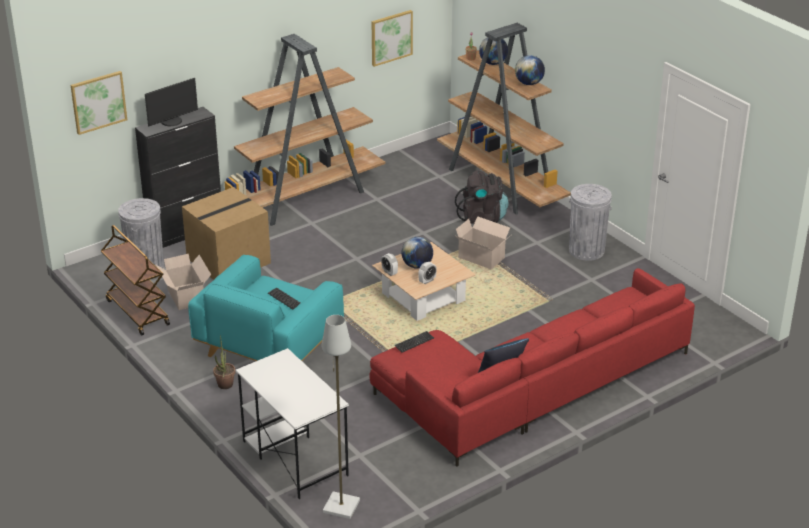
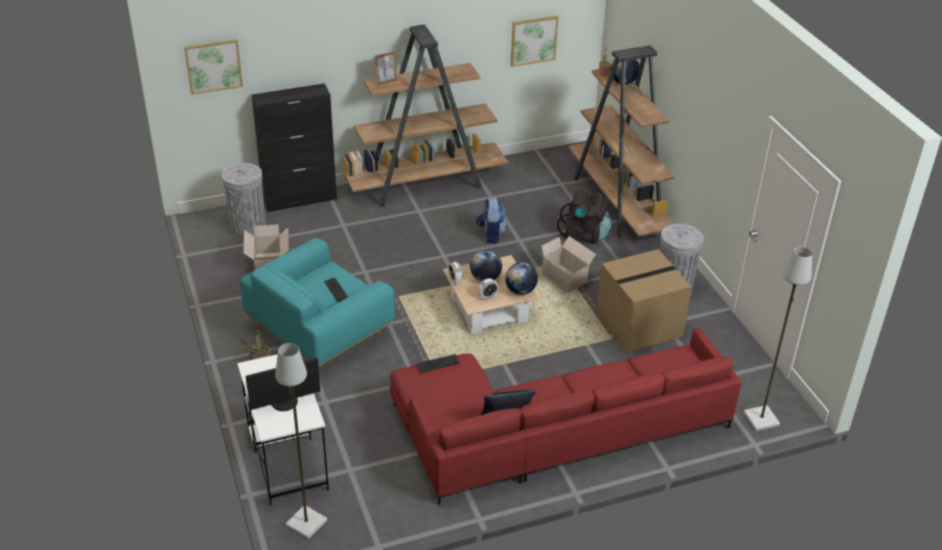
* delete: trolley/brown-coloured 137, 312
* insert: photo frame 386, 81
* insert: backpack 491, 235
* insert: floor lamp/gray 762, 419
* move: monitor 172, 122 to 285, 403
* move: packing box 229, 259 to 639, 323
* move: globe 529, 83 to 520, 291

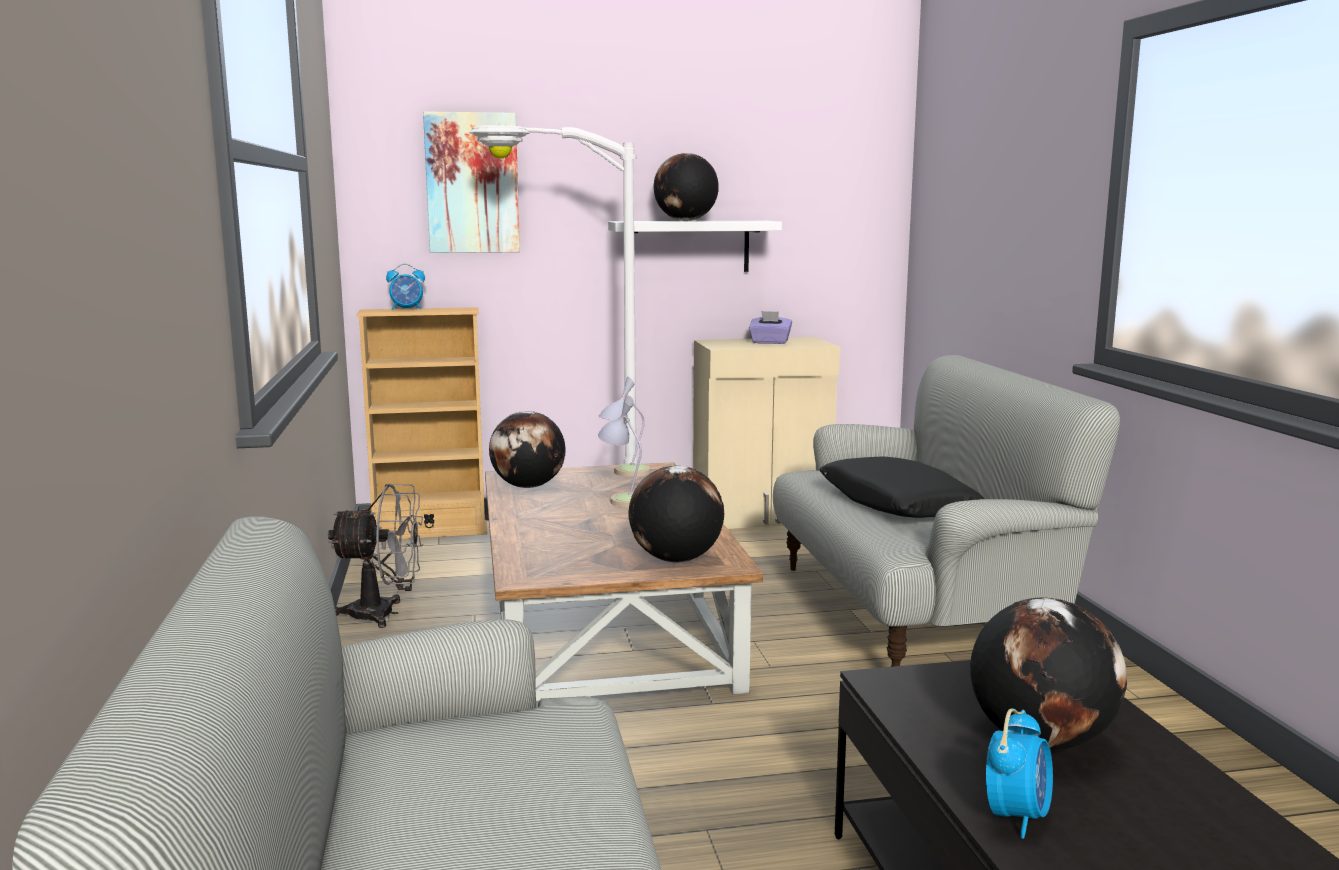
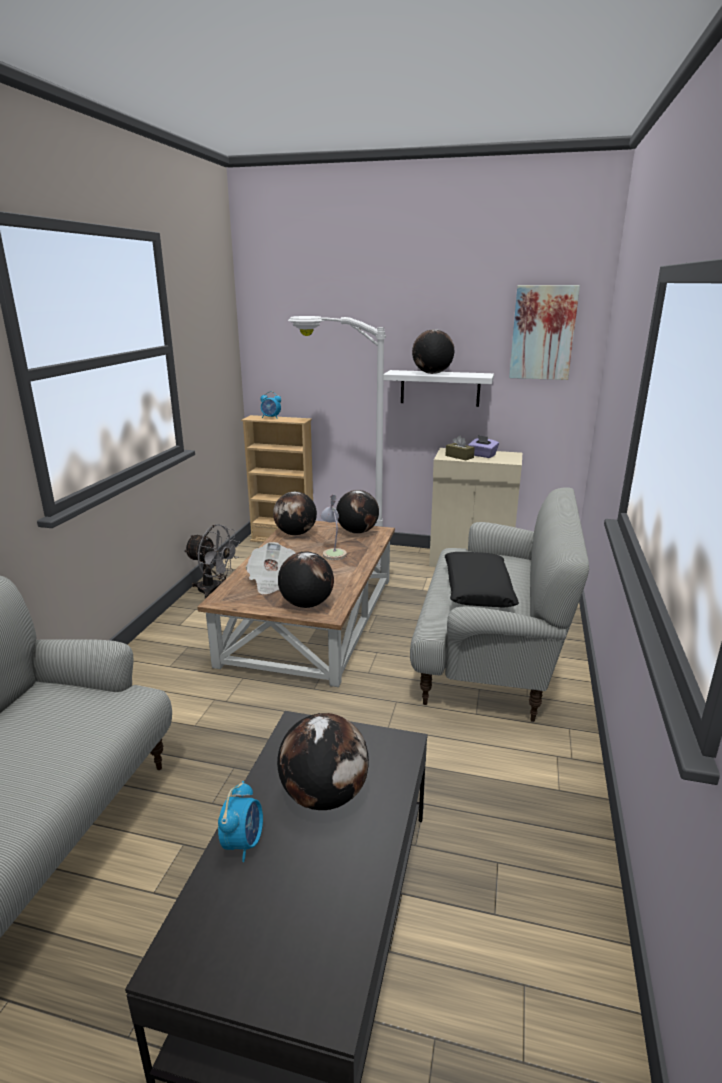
* insert: newspaper 272, 581
* insert: box of tissues/brown-coloured 459, 456
* move: wall picture 472, 183 to 543, 333
* replace: lamp for a table 625, 473 to globe 357, 532
* rotate: table clock 1017, 816 = 243, 843 45 degrees counterclockwise

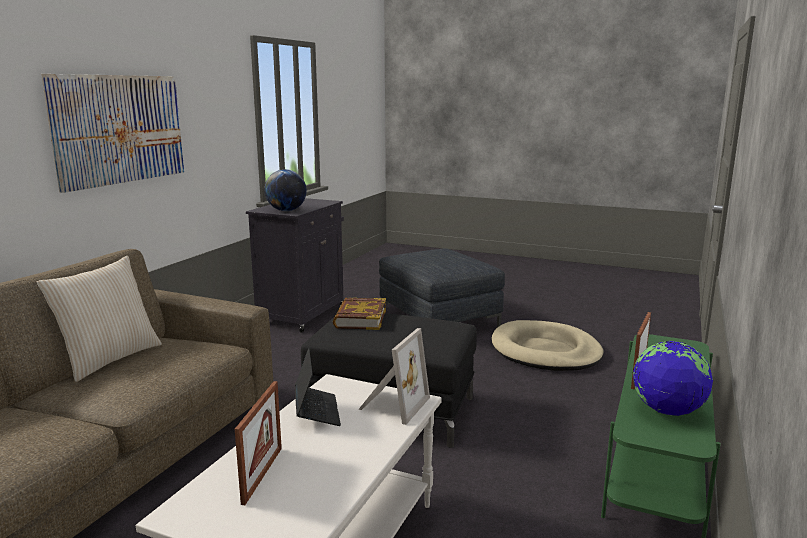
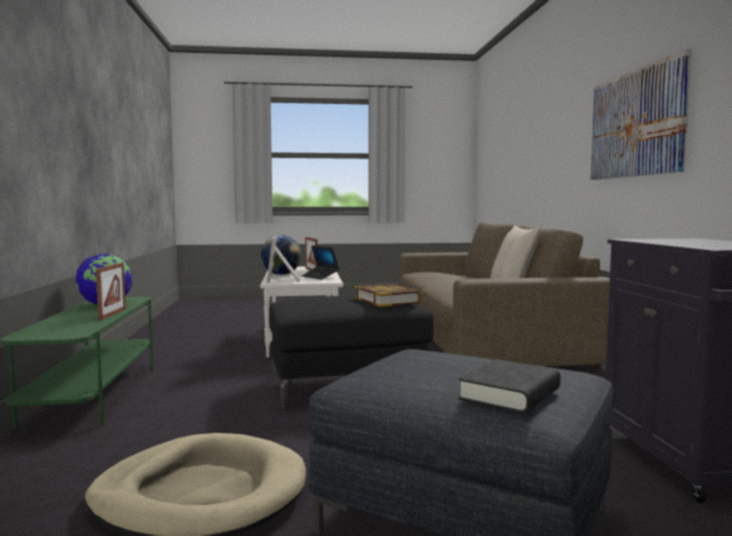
* insert: book/black-coloured 510, 394
* move: globe 286, 210 to 281, 274

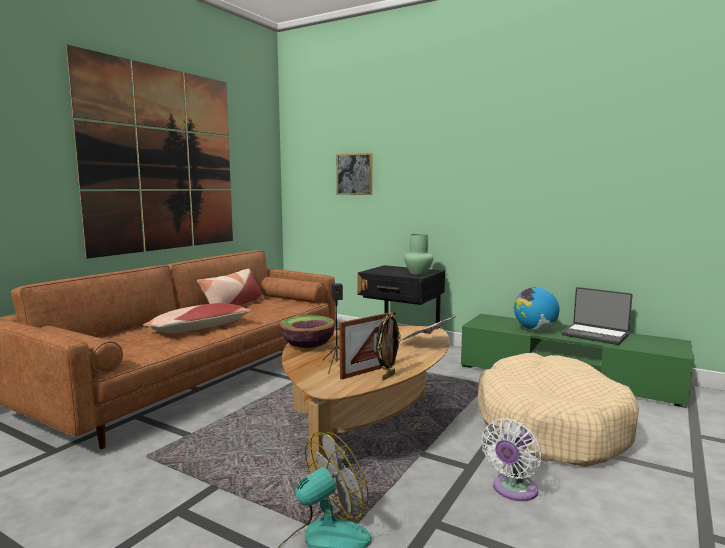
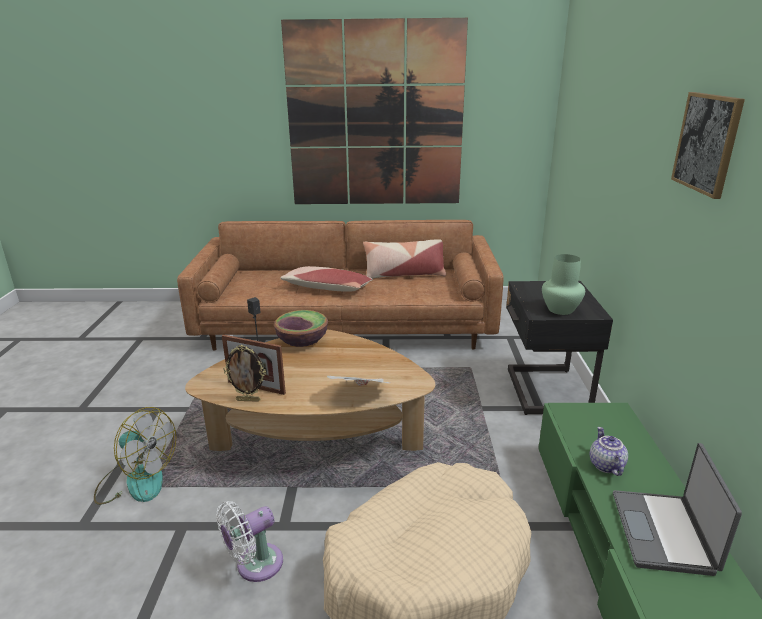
* move: wall picture 354, 174 to 707, 143
* replace: globe 535, 330 to teapot 605, 465
* rotate: electric fan/white-coloured 513, 490 = 255, 565 45 degrees counterclockwise

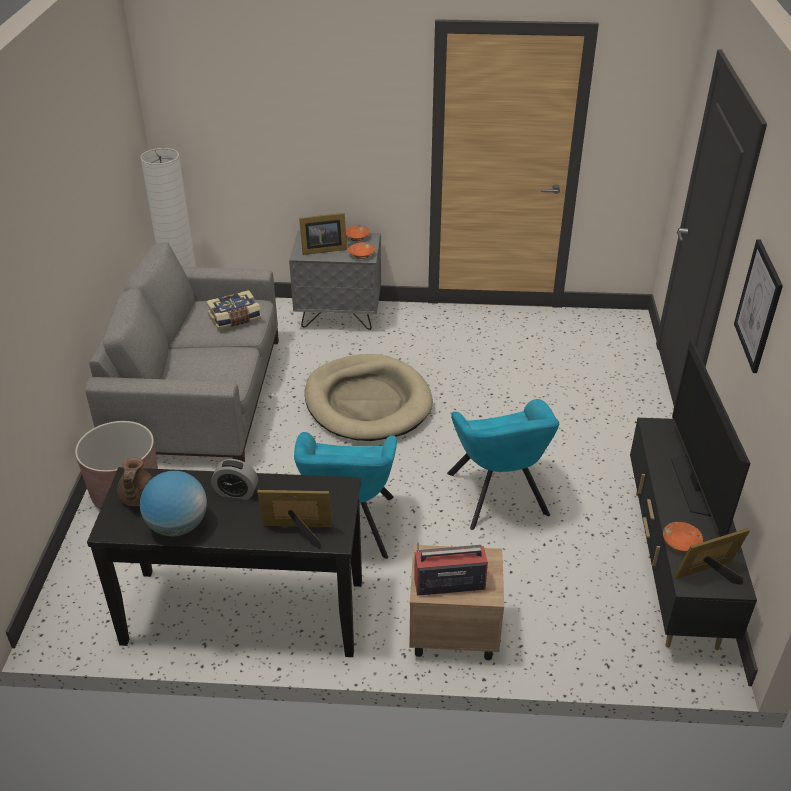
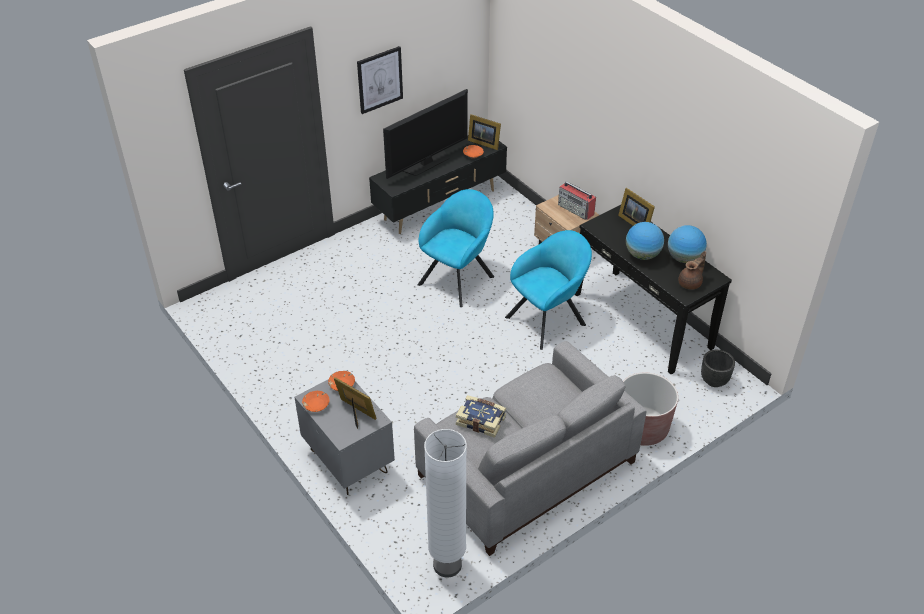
* delete: dog bed/beige-coloured 367, 402
* insert: plant pot/black-coloured 714, 381
* replace: table clock 236, 492 to globe 642, 255

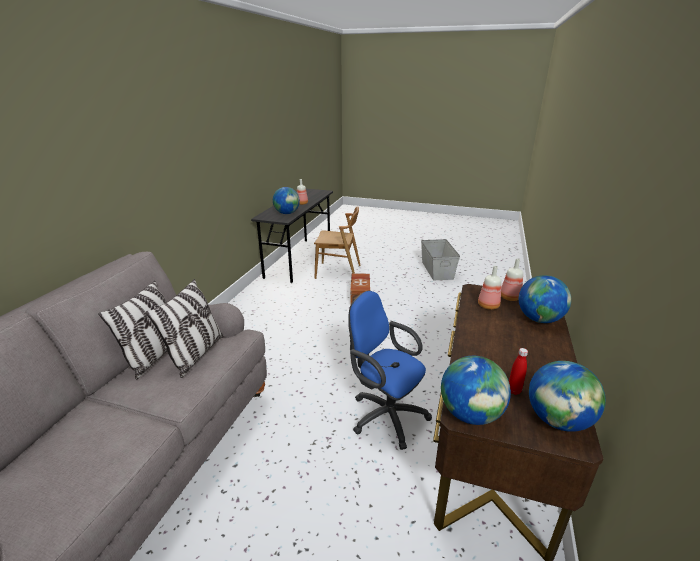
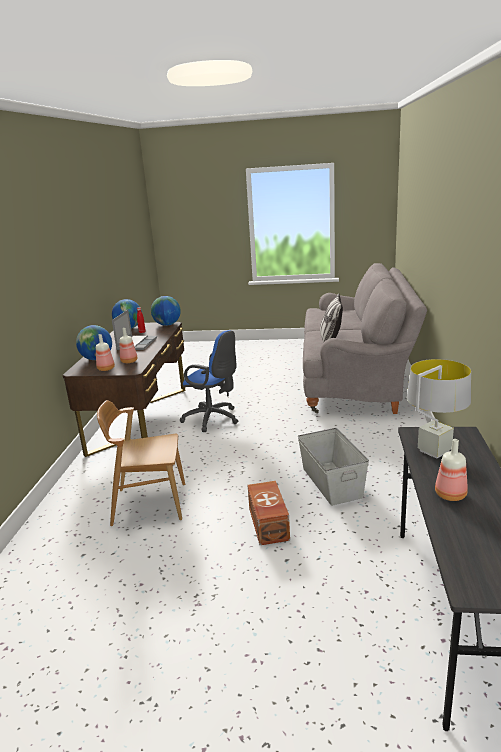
* delete: cushion 155, 355
* insert: portable computer 136, 344
* move: chair/brown-coloured 338, 272 to 149, 504
* move: storage box/gray 437, 270 to 331, 482
* replace: globe 287, 213 to lamp for a table/gray 434, 451

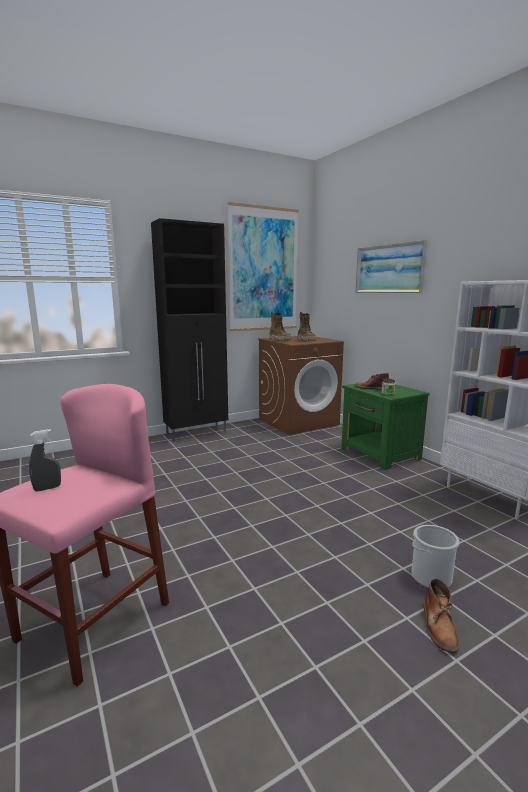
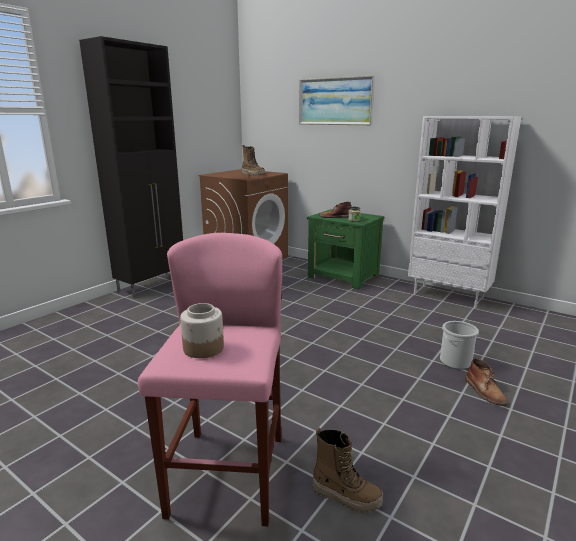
* delete: wall picture 263, 270
* move: boot 279, 340 to 346, 496
* replace: hand sprayer/gray 47, 488 to jar 204, 348

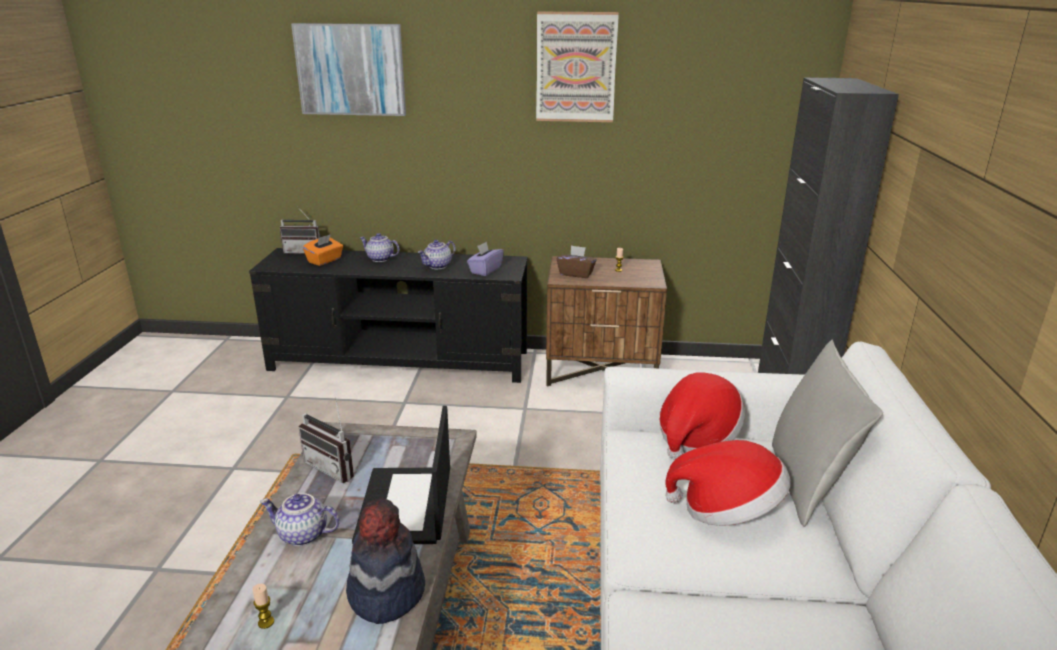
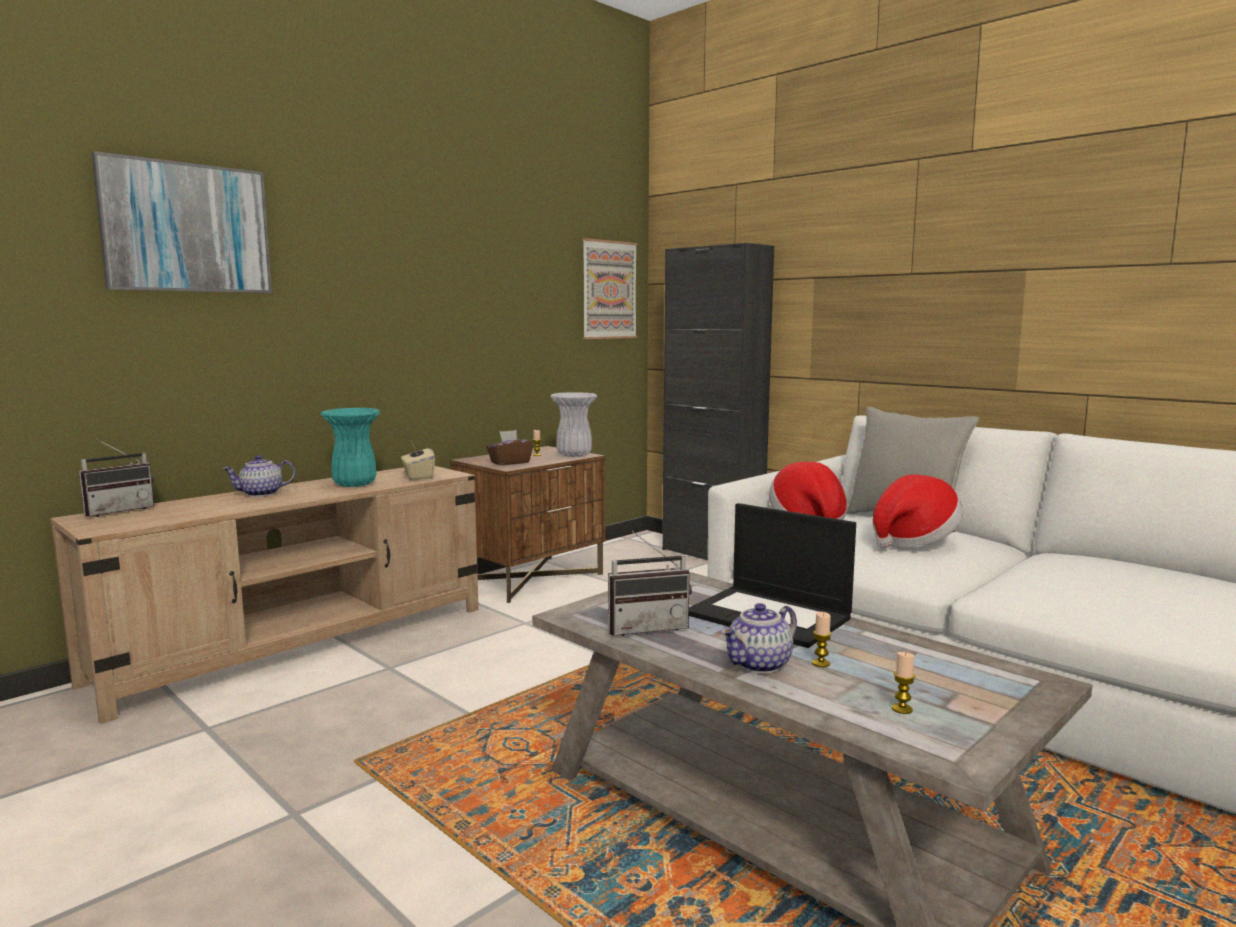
* delete: box of tissues/orangey 325, 260
* delete: hat 385, 592
* insert: decorative vase/white-coloured 573, 455
* insert: wax candle 821, 663
* move: wall picture 576, 67 to 608, 290
* replace: teapot 438, 266 to decorative vase/turquoise-coloured 355, 484
* recolor: media console/black-coloured 400, 361 to media console/beige-coloured 300, 643
* recolor: box of tissues/purple-coloured 485, 270 to box of tissues/beige-coloured 418, 476

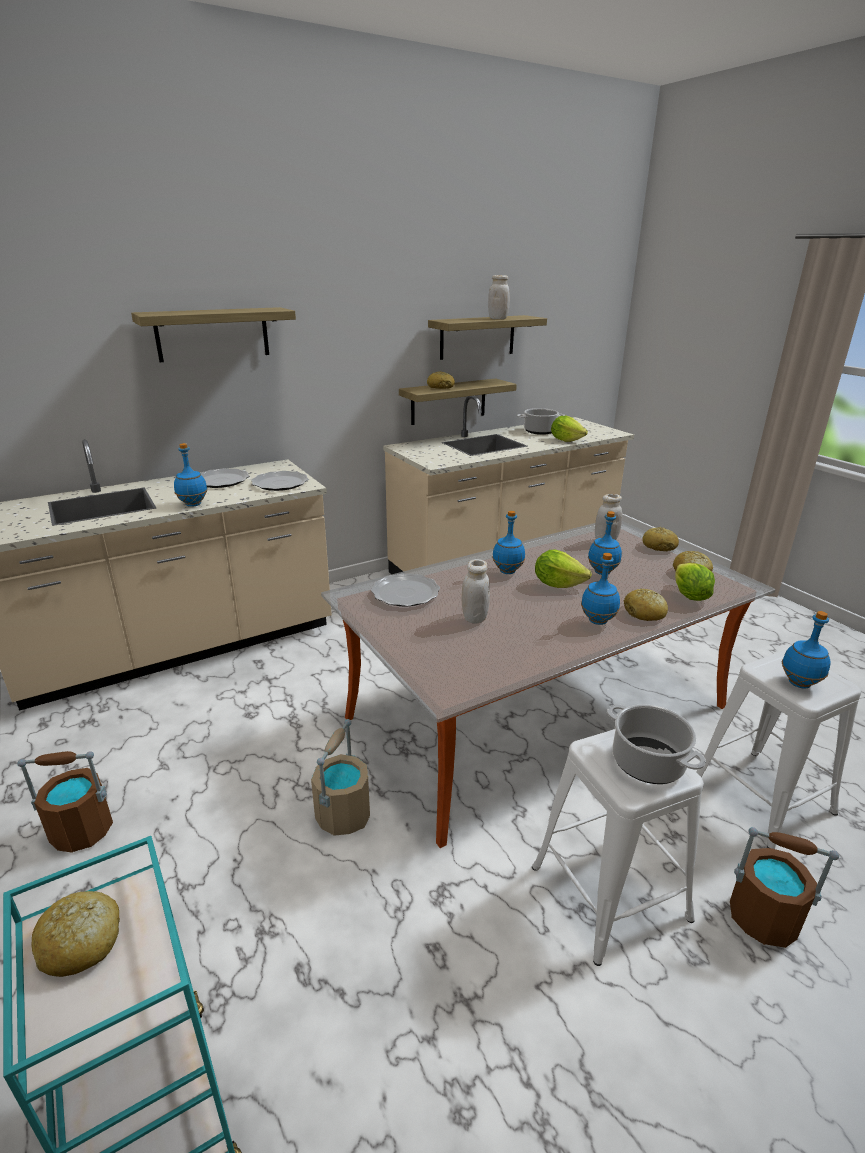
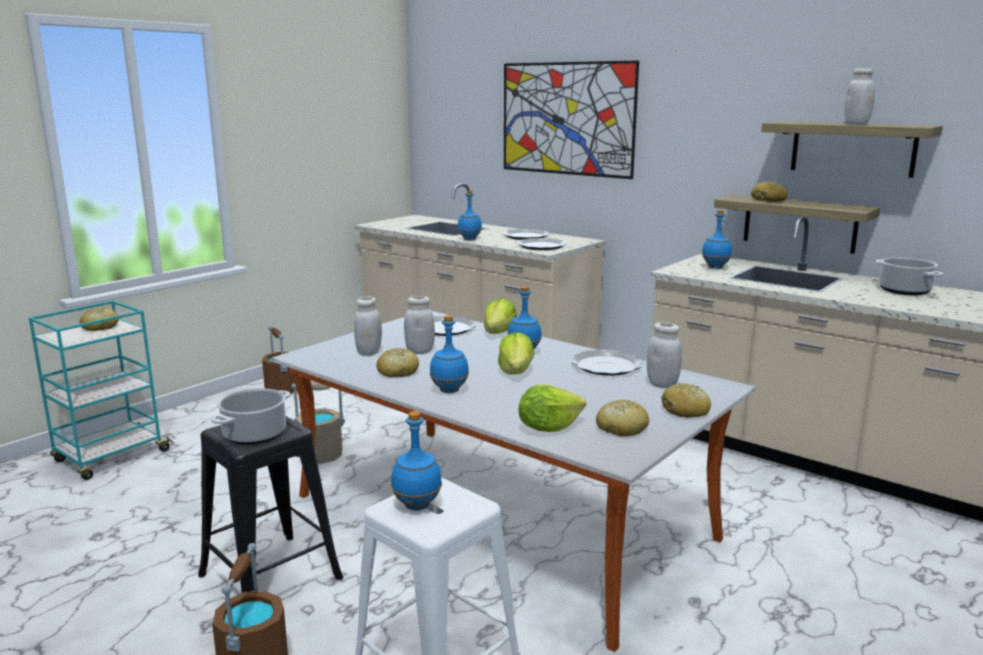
* insert: jar/white-coloured 369, 353
* insert: plate 606, 366
* move: lettuce head 566, 440 to 499, 333
* move: beverage bottle/bluish 602, 572 to 715, 267
* move: baked bread 644, 613 to 398, 372
* replace: bracket shelf 213, 334 to wall picture 566, 119
* recolor: sitting stool/white-coloured 609, 892 to sitting stool/black-coloured 270, 576

